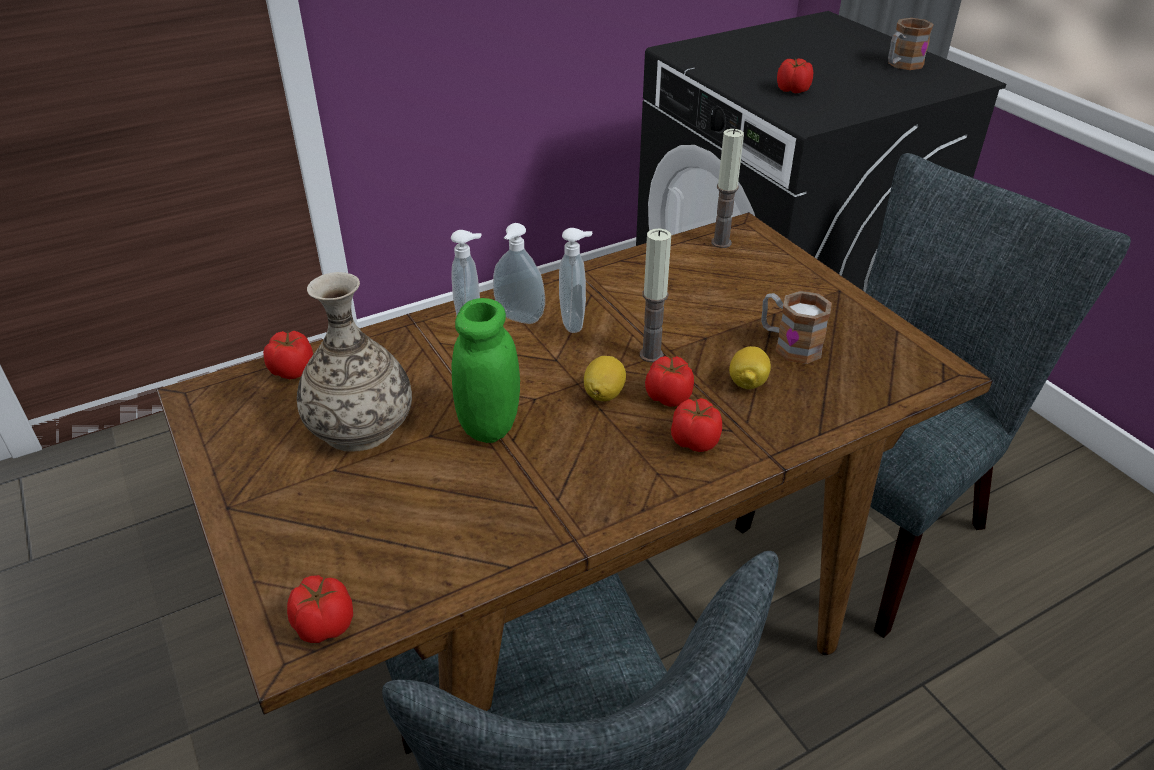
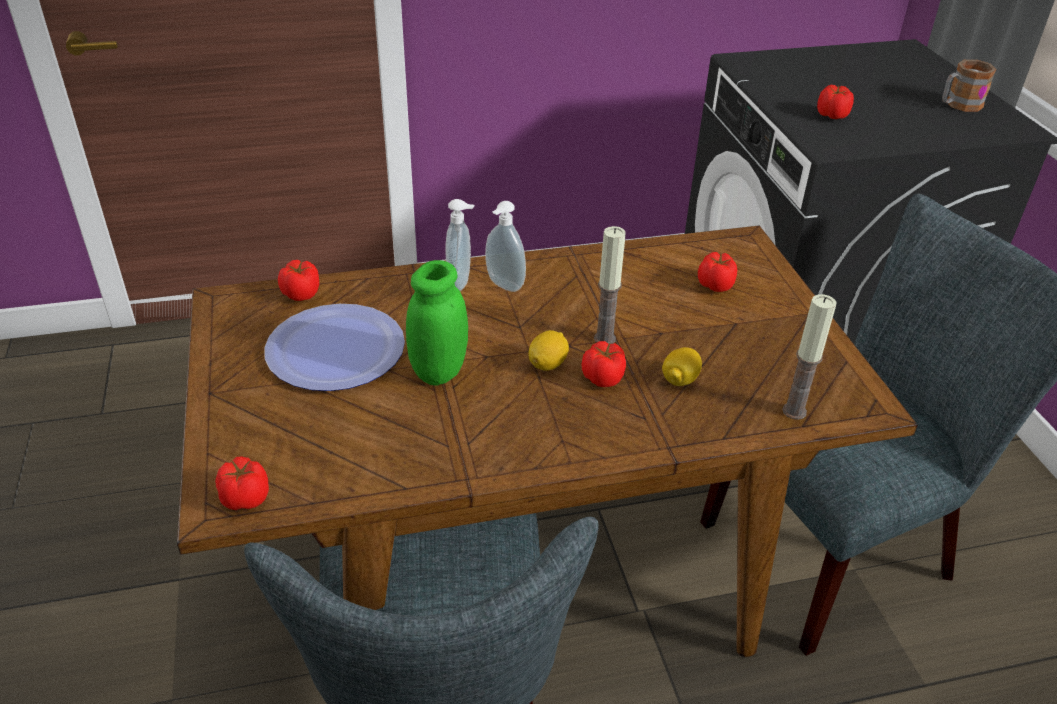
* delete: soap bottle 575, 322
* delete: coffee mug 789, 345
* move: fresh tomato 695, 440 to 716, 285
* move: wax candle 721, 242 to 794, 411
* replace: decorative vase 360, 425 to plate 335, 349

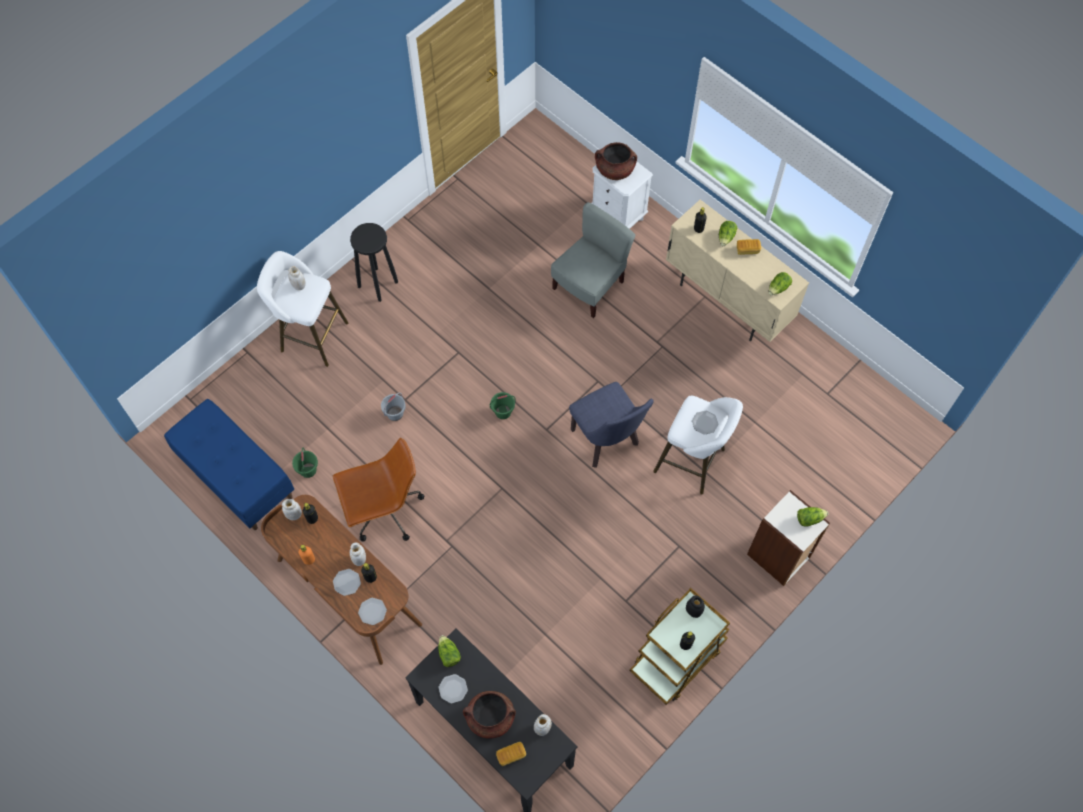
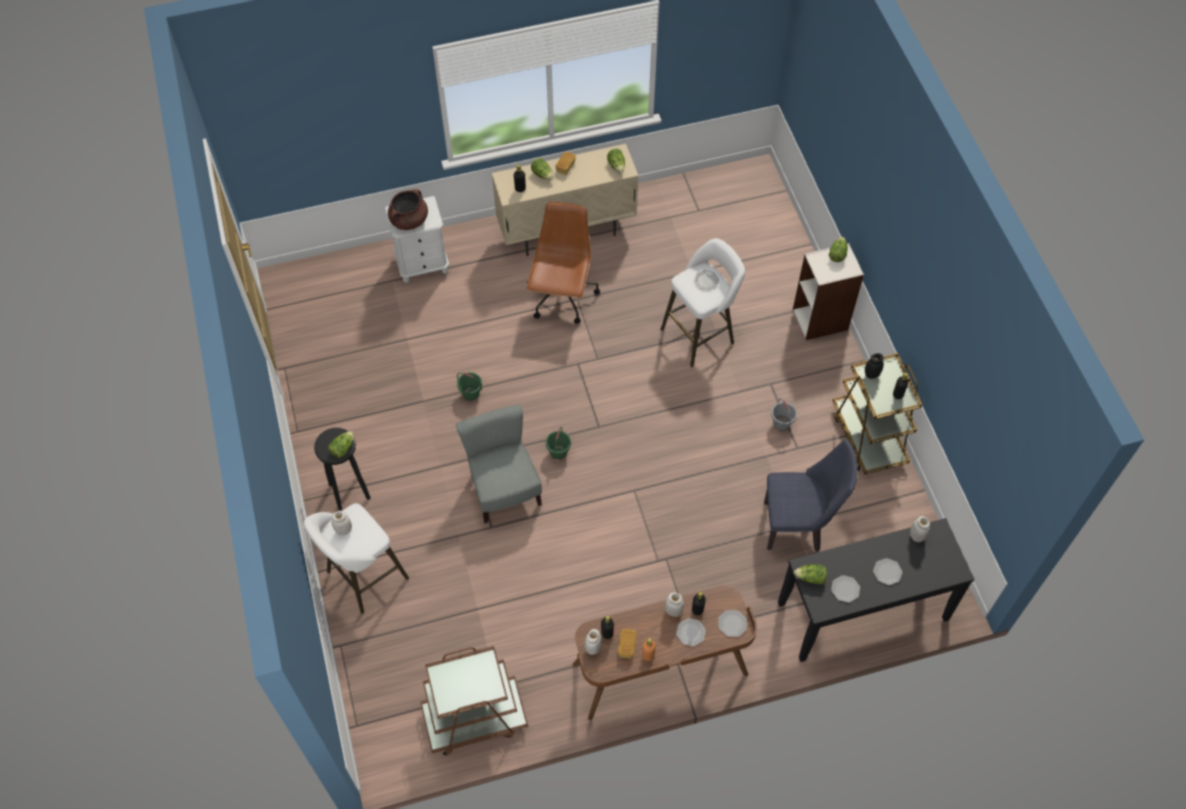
* insert: lettuce head 342, 448
* move: bucket/green 308, 470 to 471, 393
* move: desk chair/brown-coloured 384, 511 to 562, 297
* move: bucket/gray 395, 414 to 782, 423
* move: baked bread 511, 755 to 627, 646
* move: chair/gray 589, 286 to 504, 489
* move: chair/bluish 607, 442 to 798, 525
* replace: indoor bench/bluish 236, 476 to trolley/brown-coloured 474, 718
* replace: saucepot/brown-coloured 490, 718 to plate 887, 572

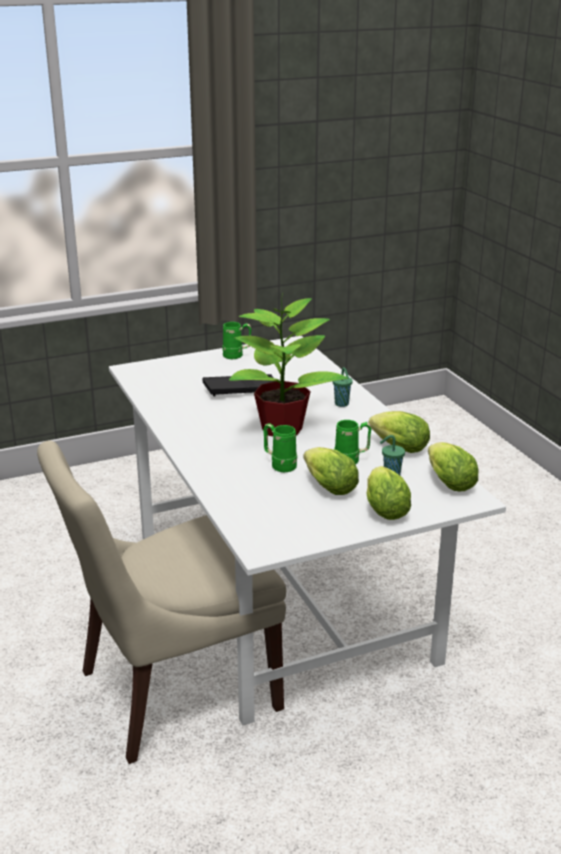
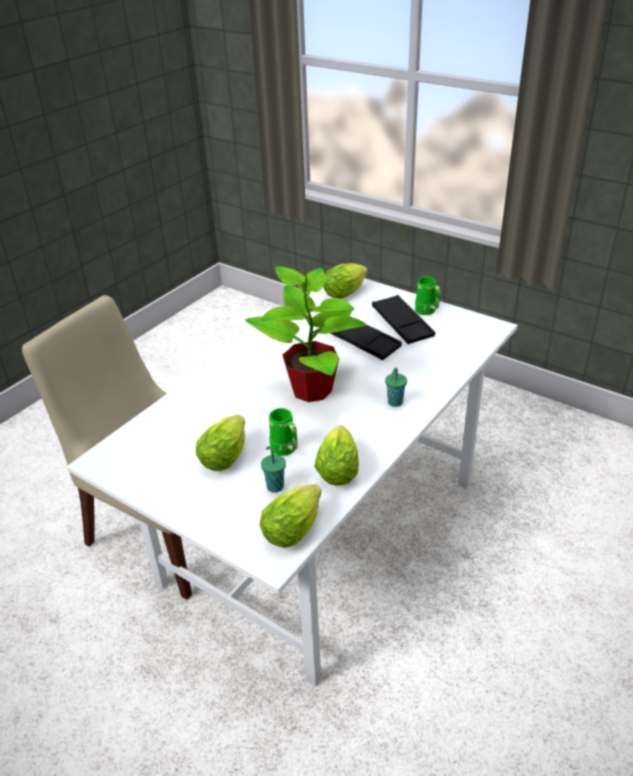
* delete: coffee mug/green 279, 465
* insert: carrying tray/black-coloured 402, 324
* move: lettuce head 384, 508 to 346, 292

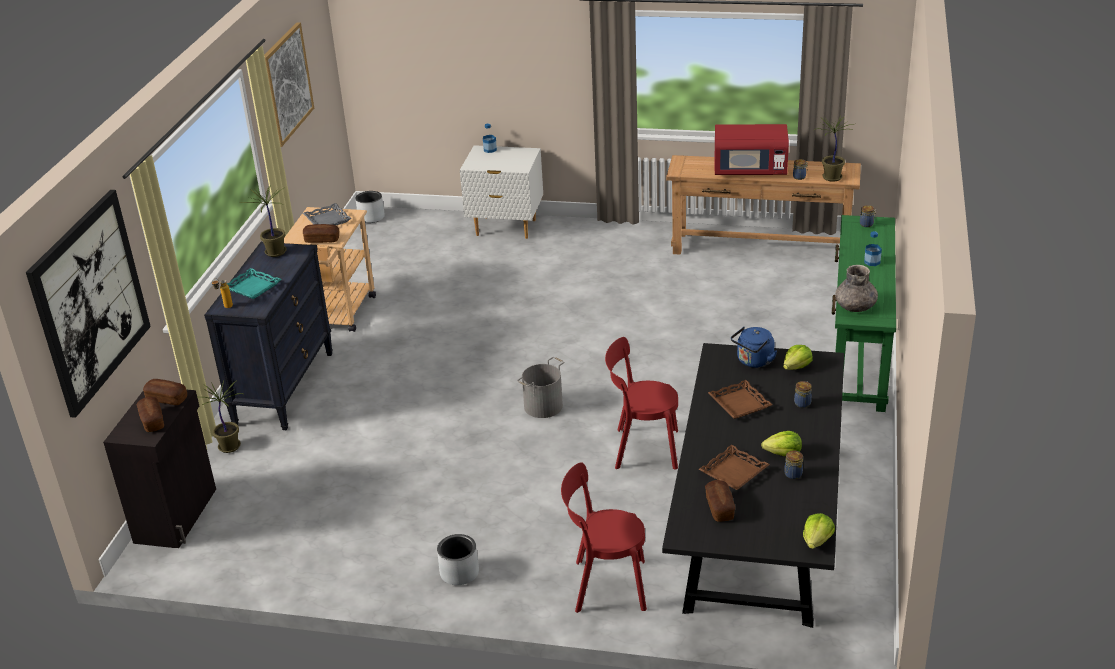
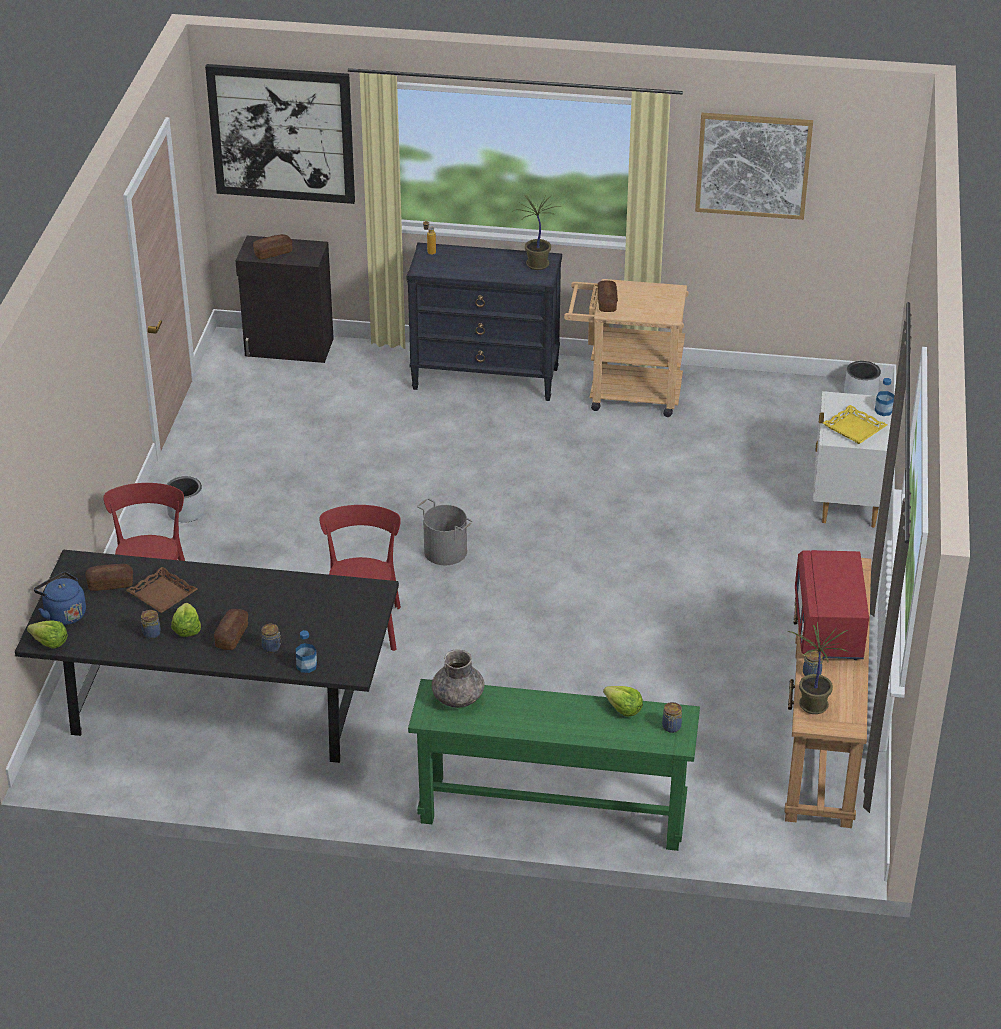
* delete: houseplant 230, 446
* delete: carrying tray/turquoise-coloured 253, 287
* delete: carrying tray/gray 327, 220
* delete: carrying tray/brown-coloured 740, 403
* insert: carrying tray/yellowish 854, 429
* move: baked bread 167, 398 to 232, 636
* move: water kettle/bluish 753, 361 to 63, 614
* move: lettuce head 796, 367 to 623, 709
* move: beverage bottle 872, 262 to 306, 666

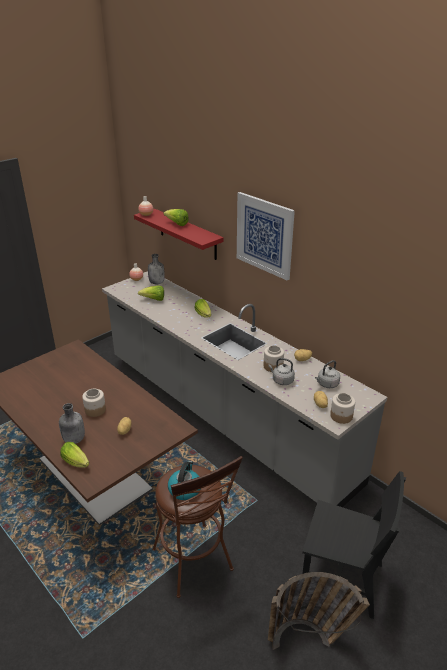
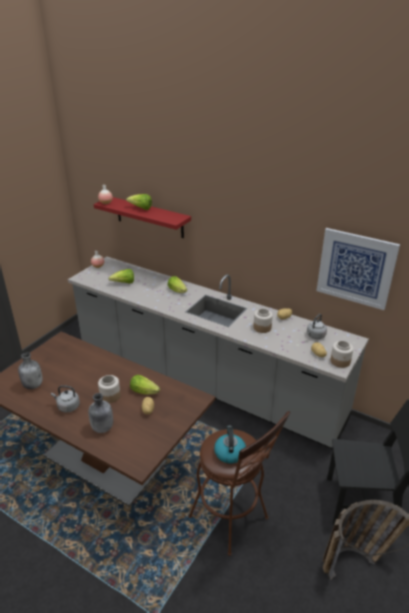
* move: lettuce head 77, 462 to 145, 391
* move: beverage bottle/gray 157, 282 to 33, 385
* move: wall picture 264, 235 to 356, 268
* move: water kettle/gray 281, 380 to 67, 406

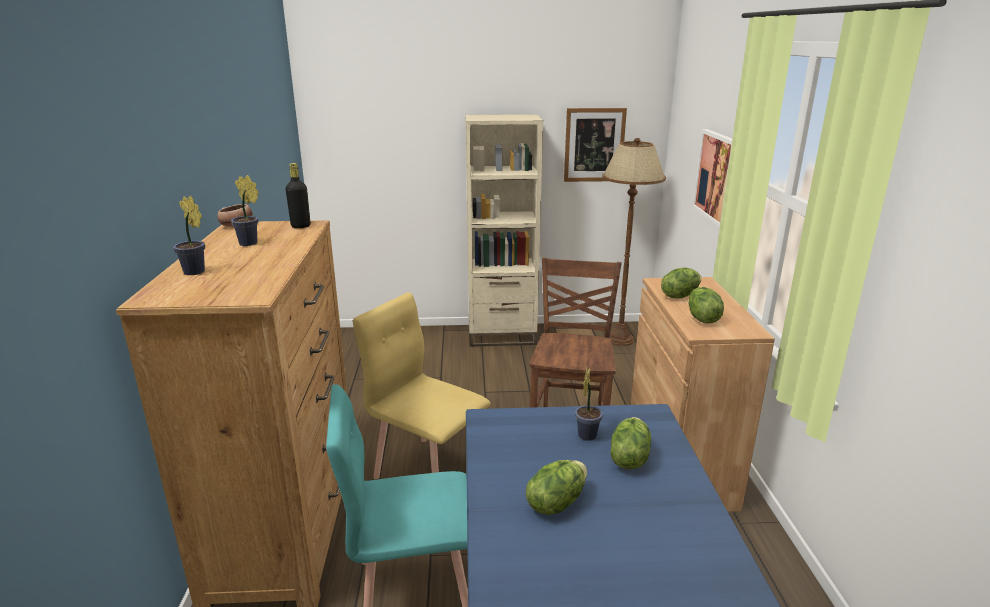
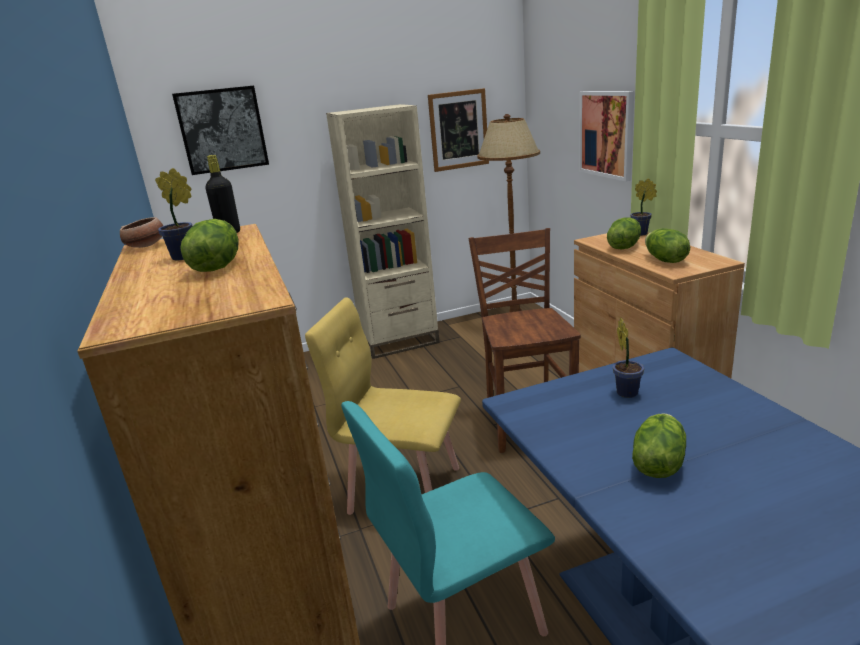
* insert: wall picture 222, 130
* move: houseplant 196, 272 to 642, 234
* move: lettuce head 628, 458 to 217, 267

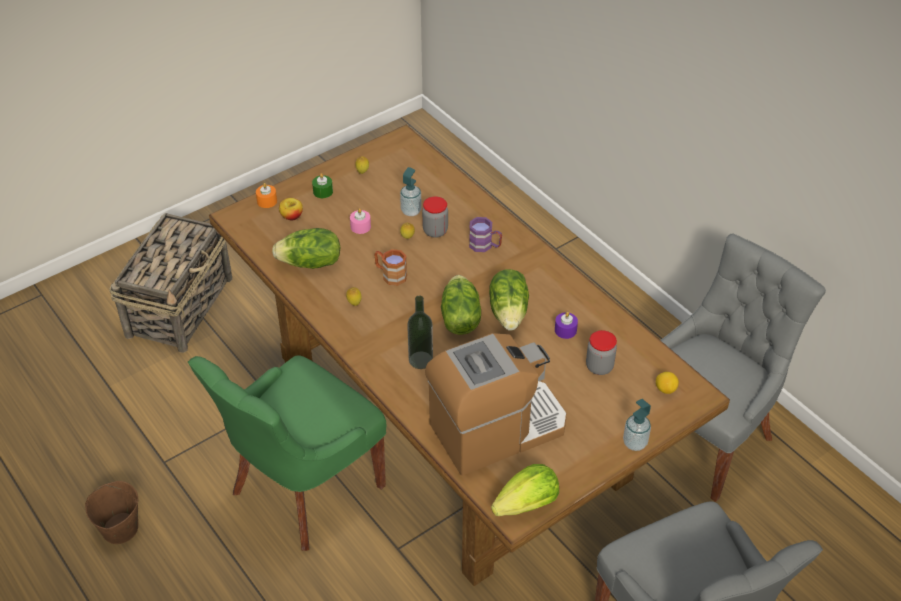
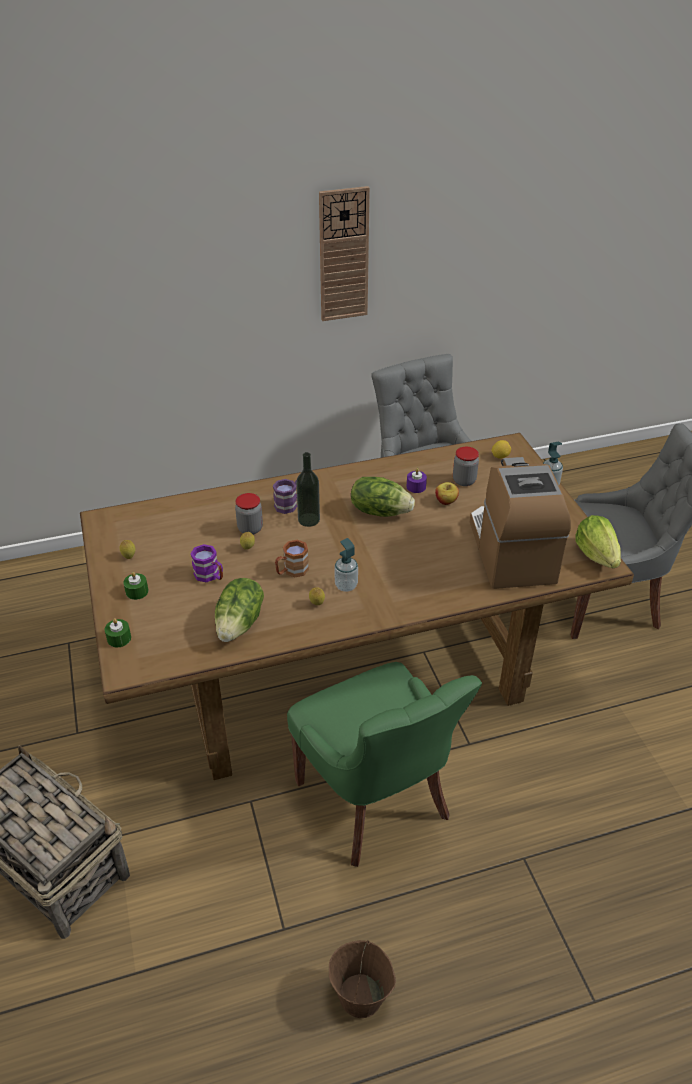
* delete: lettuce head 459, 318
* insert: clock on the wall 343, 255
* move: whole apple 291, 216 to 446, 501
* move: soap bottle 411, 211 to 346, 585
* move: beverage bottle 420, 360 to 309, 519
* replace: wax candle/pinkish 360, 227 to coffee mug/purple-coloured 210, 576
* recolor: wax candle/orangey 267, 201 to wax candle/green 119, 638

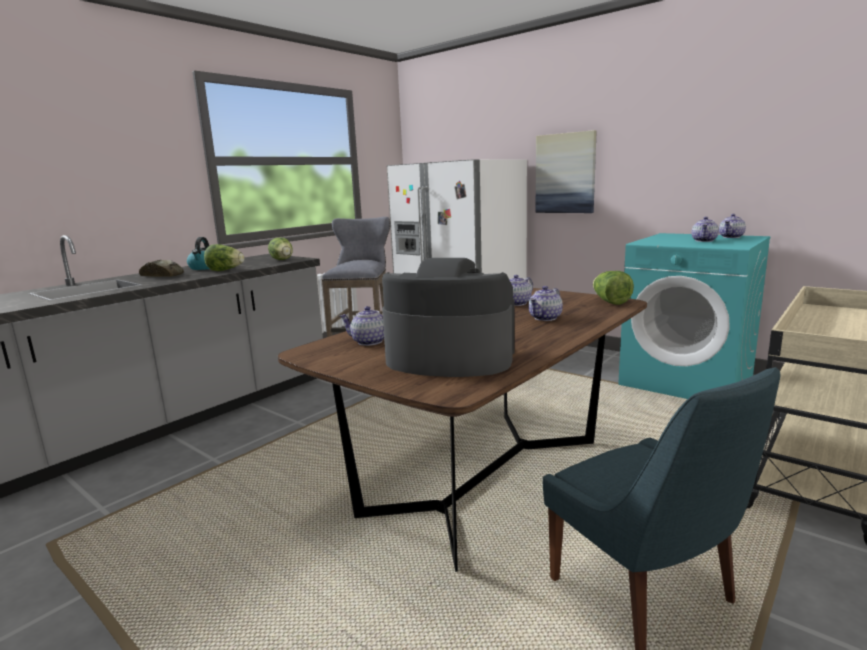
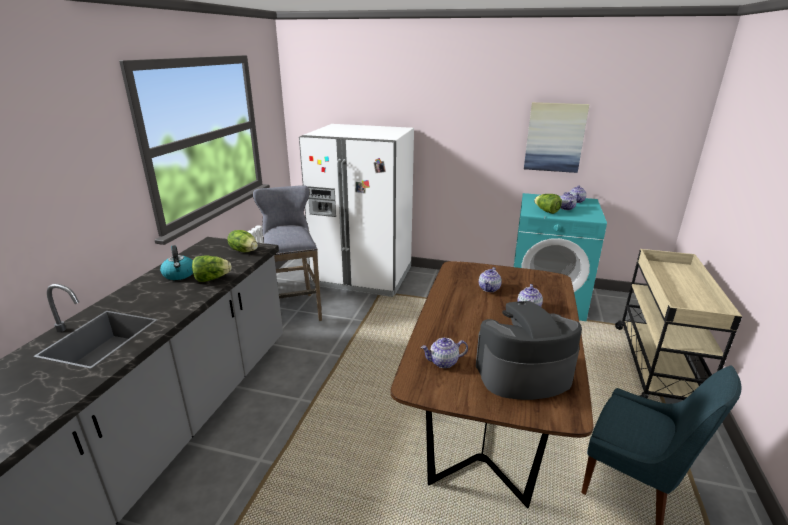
* delete: baked bread 163, 275
* move: wall picture 565, 173 to 554, 137
* move: lettuce head 610, 302 to 546, 211

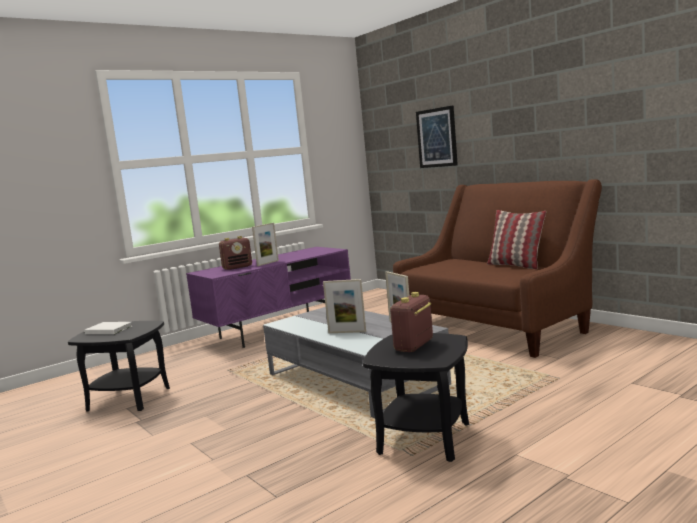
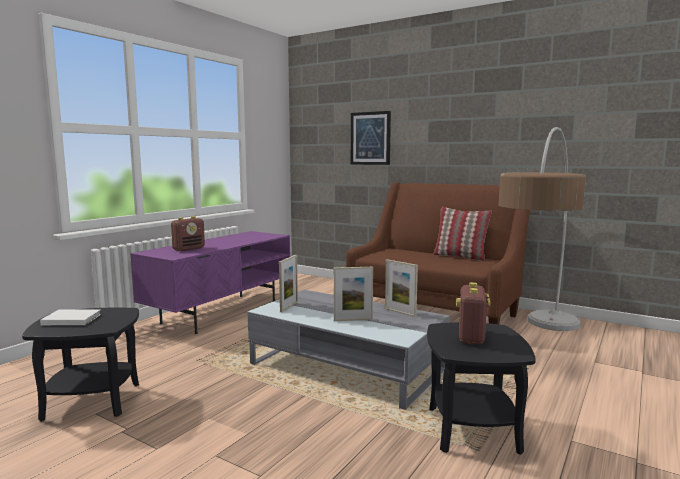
* insert: floor lamp 540, 343
* move: photo frame 268, 263 to 289, 306

